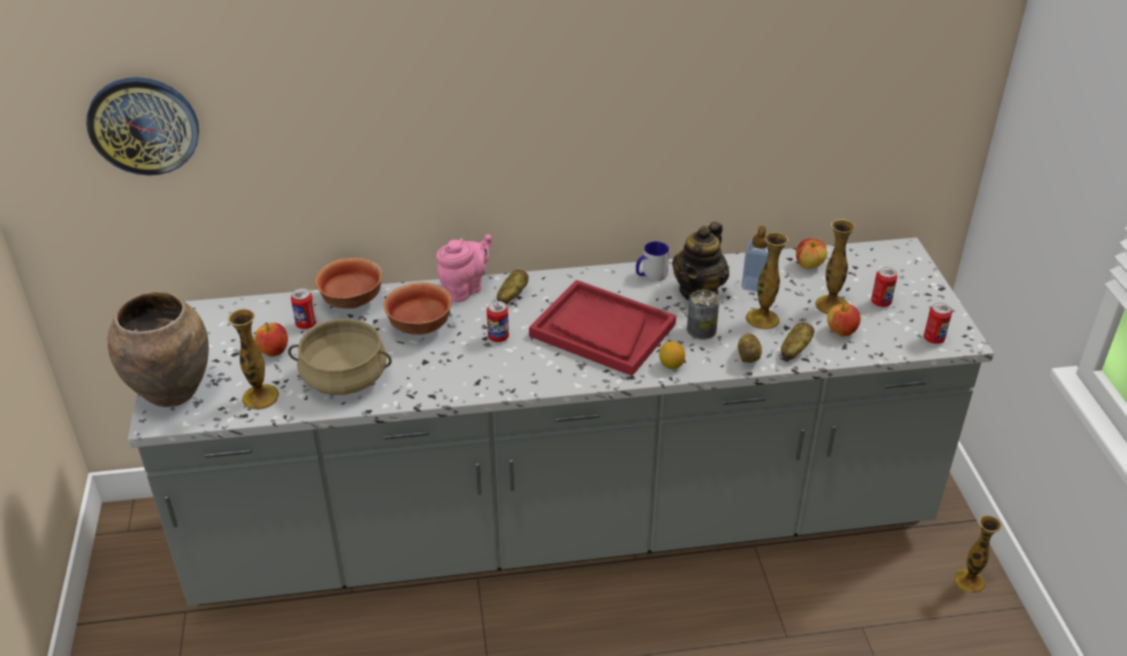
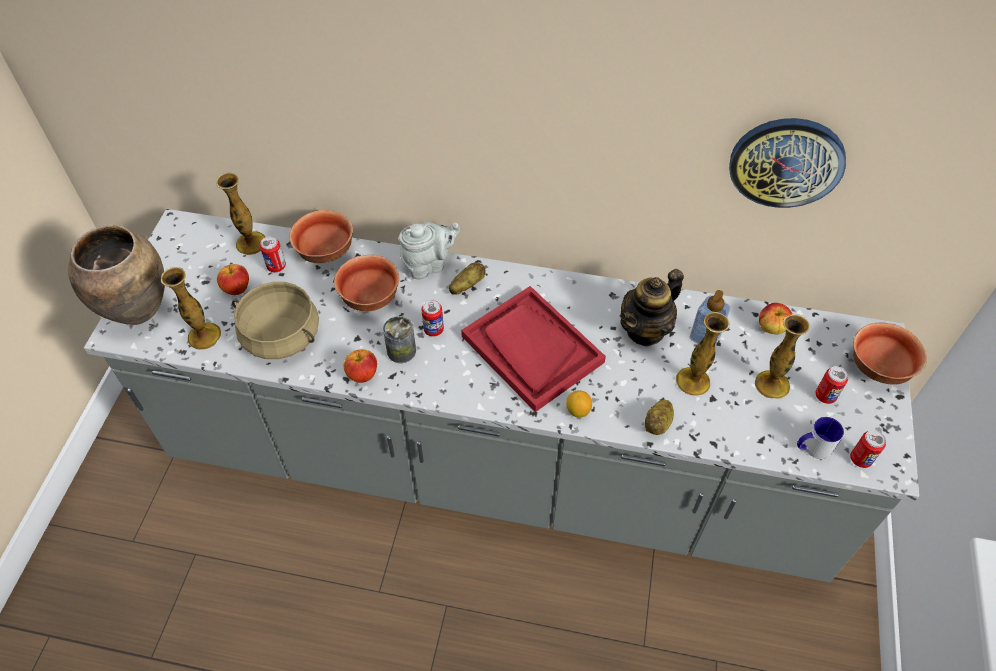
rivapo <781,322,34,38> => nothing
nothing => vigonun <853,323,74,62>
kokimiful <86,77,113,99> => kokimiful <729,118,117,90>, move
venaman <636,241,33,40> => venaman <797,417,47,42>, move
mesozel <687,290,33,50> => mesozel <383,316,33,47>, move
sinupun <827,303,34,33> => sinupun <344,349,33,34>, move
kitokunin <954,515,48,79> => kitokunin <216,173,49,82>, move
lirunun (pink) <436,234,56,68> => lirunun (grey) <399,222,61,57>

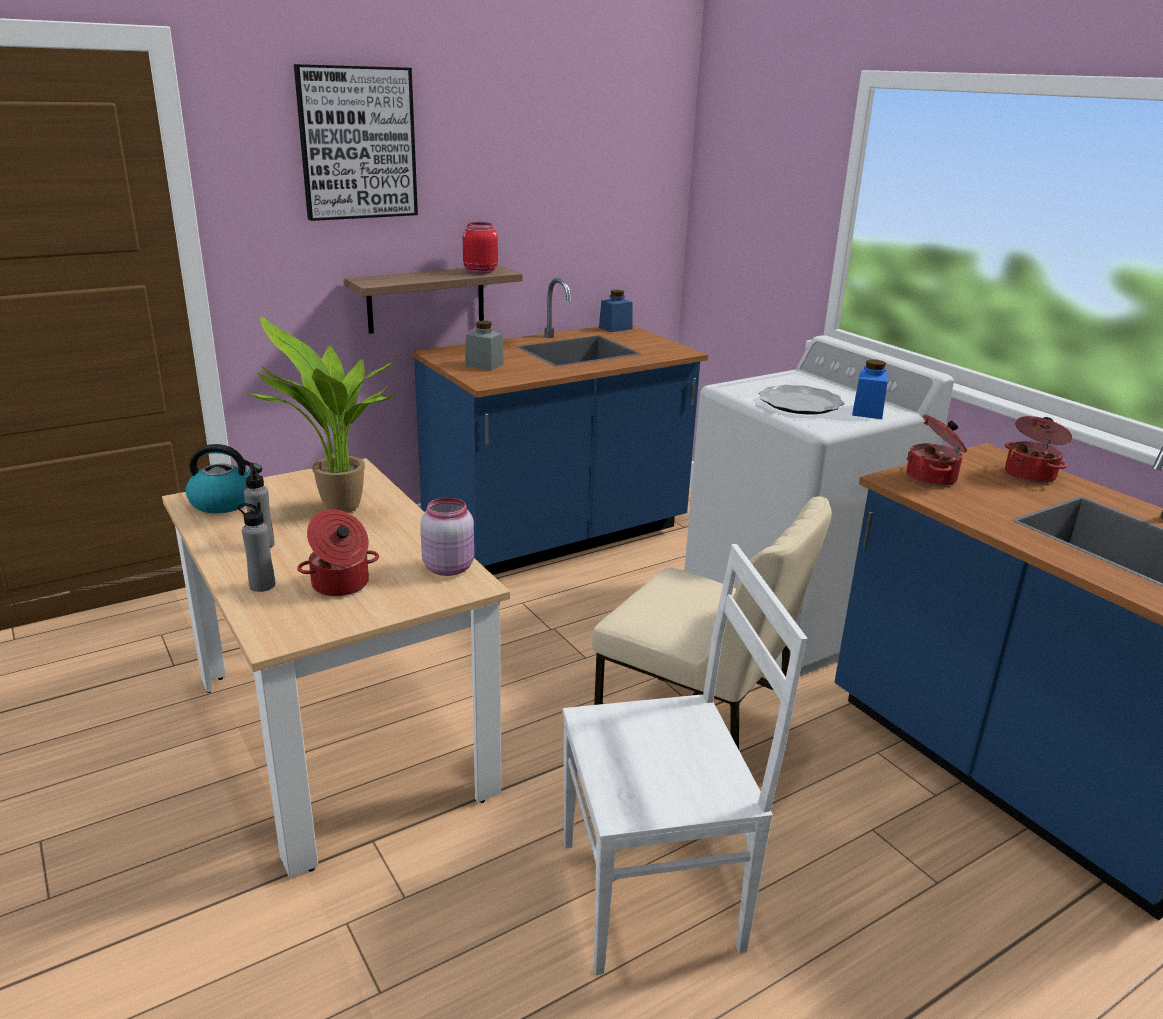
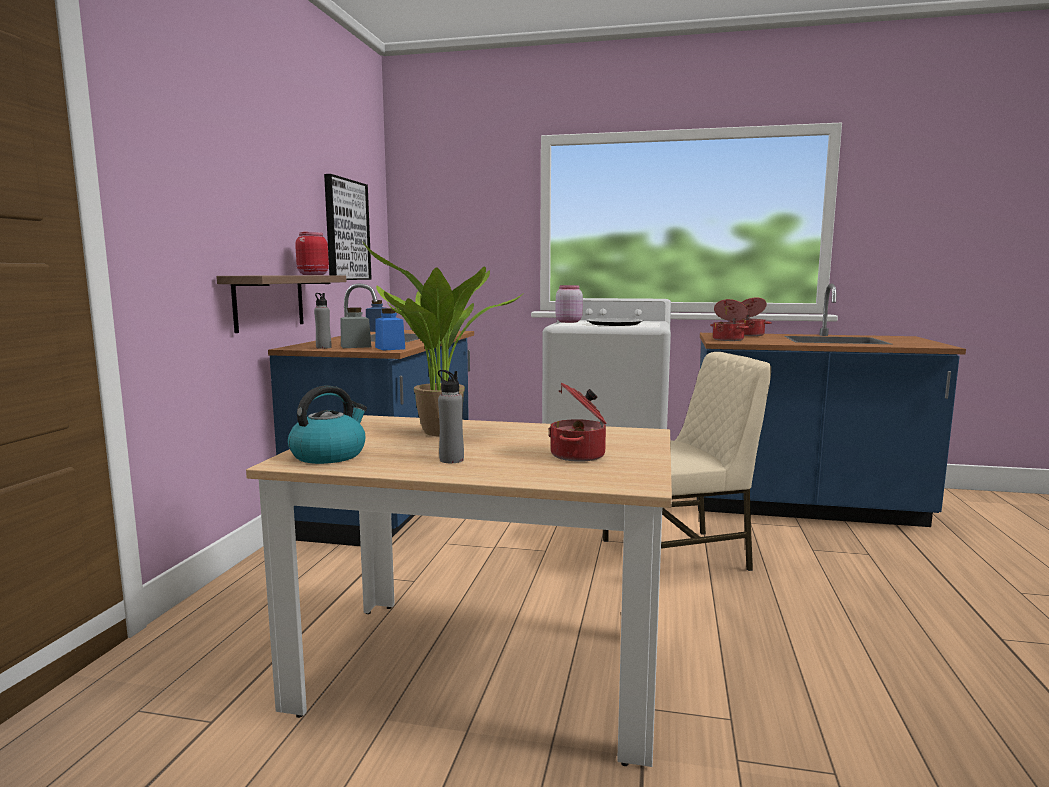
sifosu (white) <563,544,244,431> => nothing
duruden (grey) <238,502,37,90> => duruden (grey) <314,293,17,56>, move
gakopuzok <294,64,124,157> => gakopuzok <324,174,48,106>, move
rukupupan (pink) <420,497,54,79> => rukupupan (pink) <556,285,27,38>, move
rukupupan (blue) <852,360,36,59> => rukupupan (blue) <375,308,30,43>, move

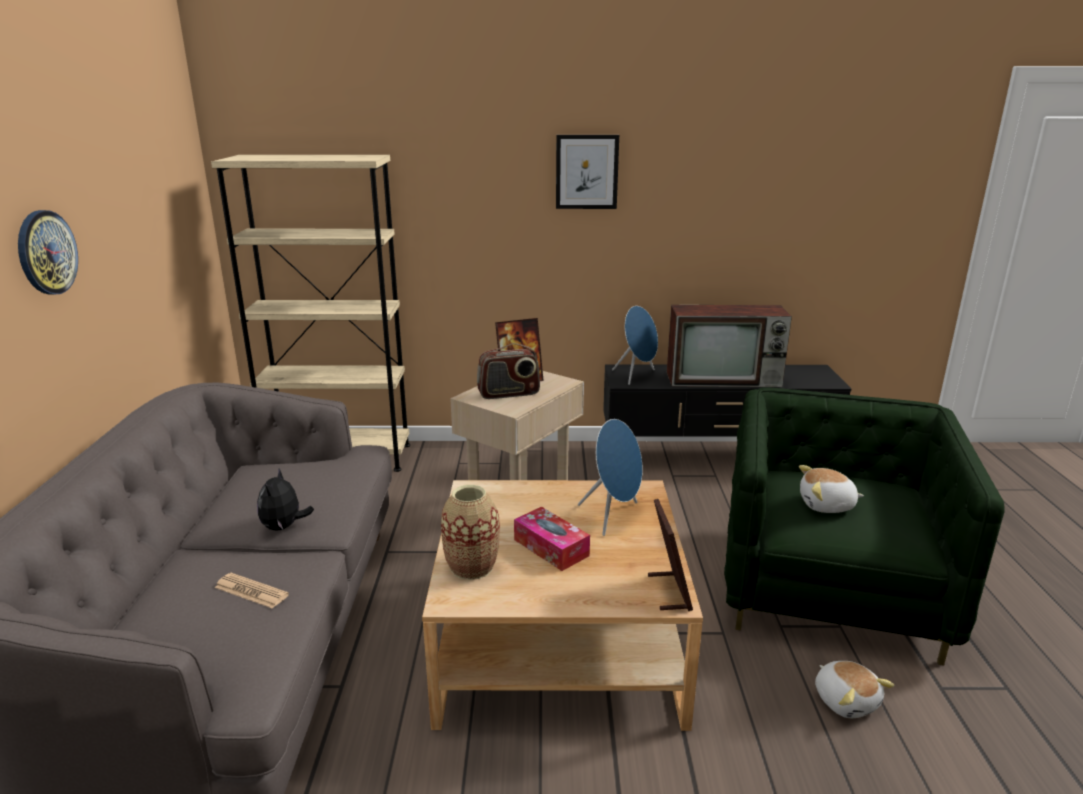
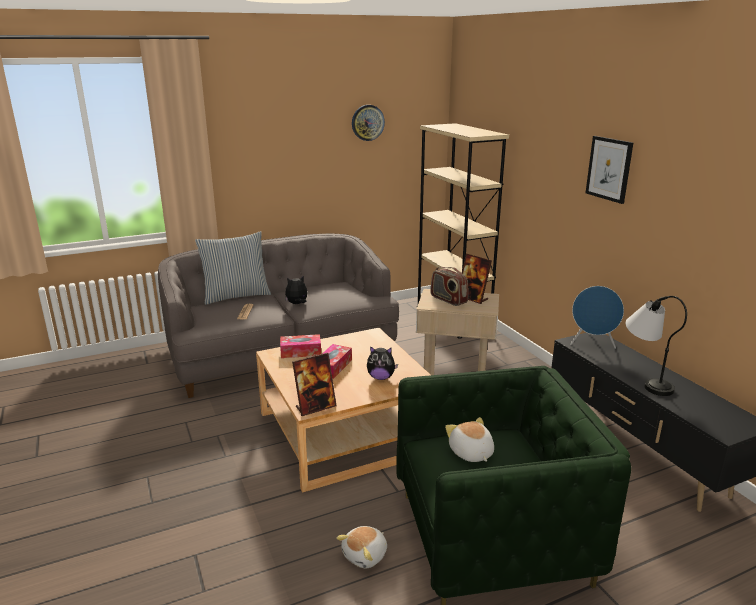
nothing => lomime <195,231,76,74>
kokimiful <18,210,60,85> => kokimiful <352,105,33,36>, move
kitokunin <441,485,59,95> => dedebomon <280,334,41,24>
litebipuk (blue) <578,419,65,117> => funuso <367,346,31,34>
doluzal <667,305,125,82> => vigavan <626,296,61,100>

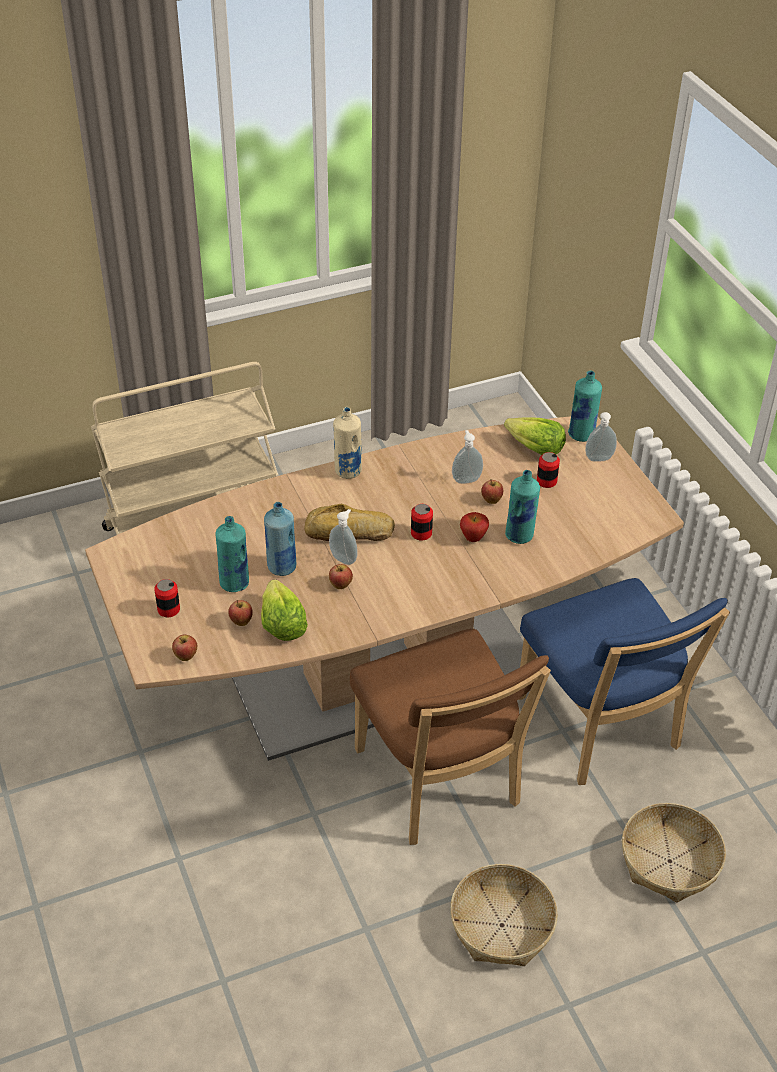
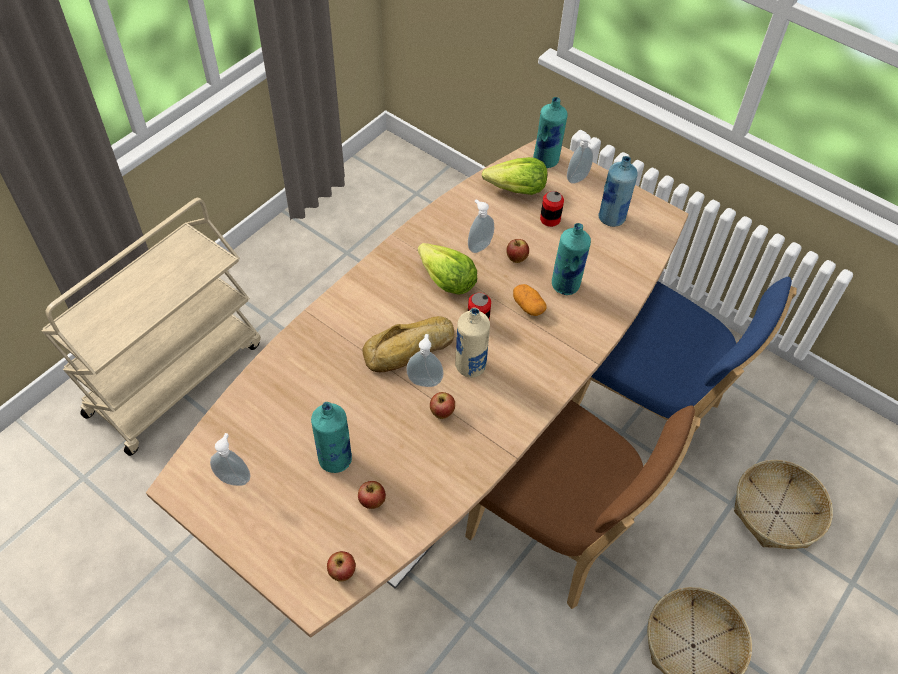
mesozel <154,579,26,38> => nothing
nothing => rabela <210,433,41,53>
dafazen <261,579,47,62> => dafazen <418,243,59,52>, move
duruden (blue) <264,502,32,74> => duruden (blue) <598,156,40,71>, move
duruden (beige) <333,407,29,72> => duruden (beige) <455,307,35,70>, move
sinupun <460,512,29,30> => rivapo <513,284,34,32>

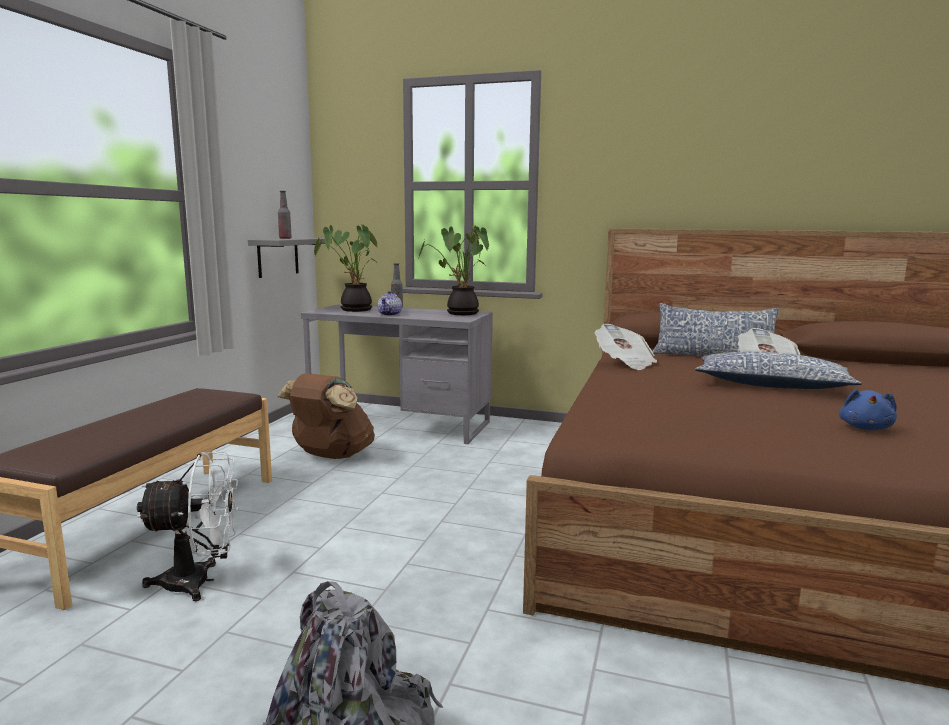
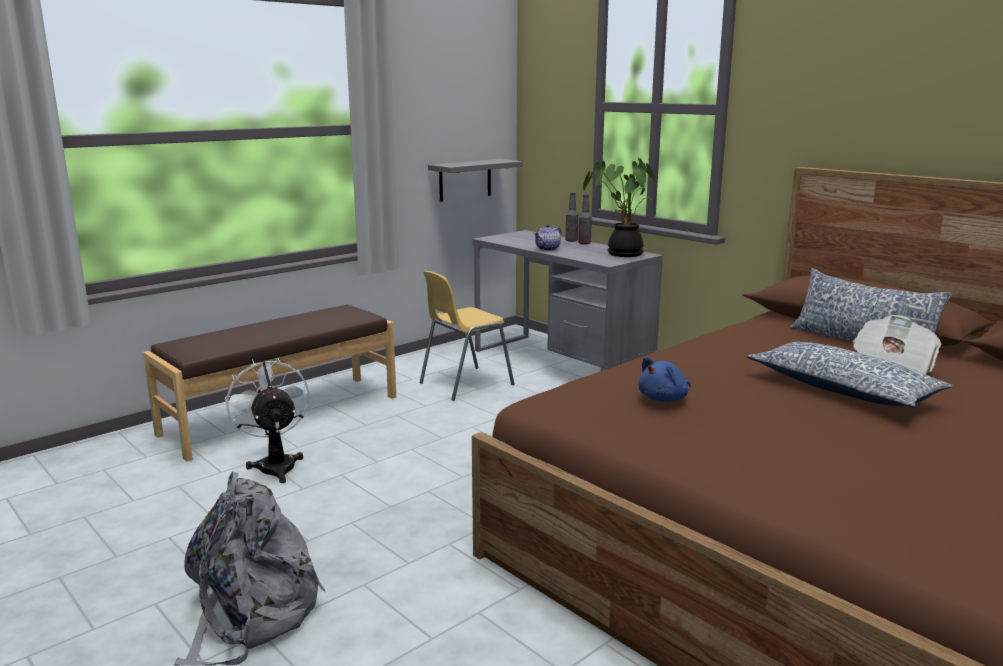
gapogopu <314,224,64,88> => nothing
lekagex <595,324,62,46> => nothing
duruden <278,191,14,48> => duruden <578,194,14,50>, move
funuso (blue) <839,389,58,41> => funuso (blue) <638,357,53,45>, move
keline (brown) <278,373,97,86> => sifosu (yellow) <420,271,94,130>
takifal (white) <136,452,102,149> => takifal (white) <225,358,84,125>, 135 degrees counterclockwise

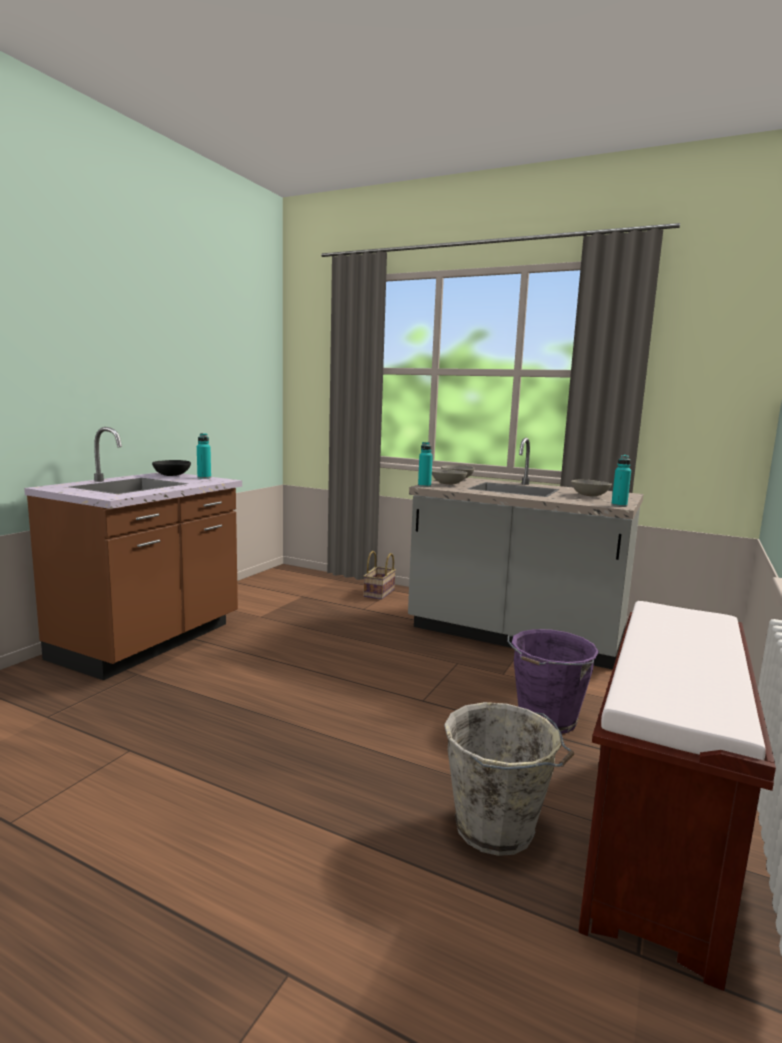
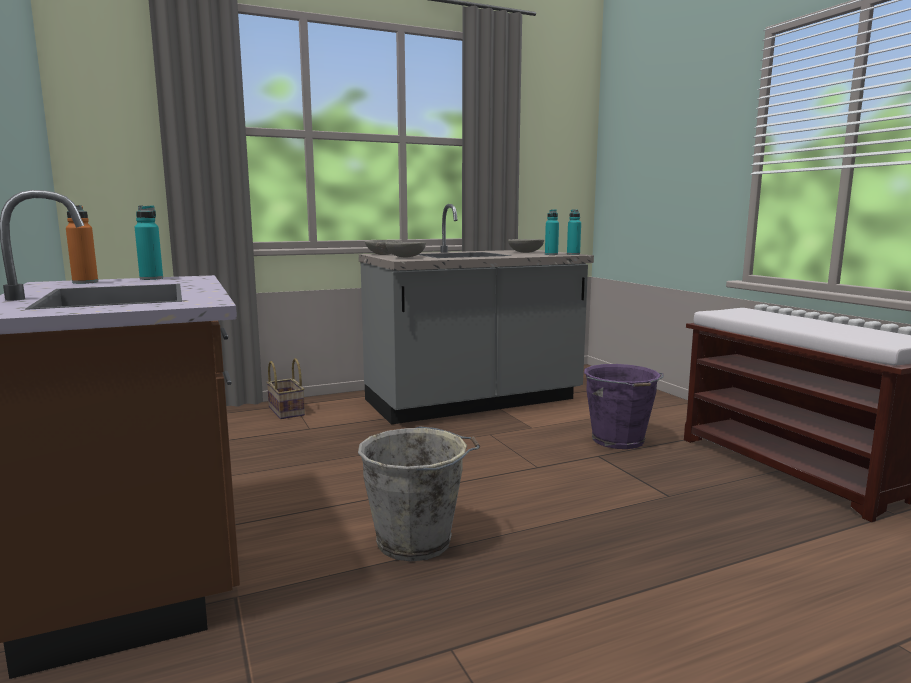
duruden (turquoise) <418,442,15,45> => duruden (turquoise) <545,209,14,46>, move
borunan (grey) <444,702,131,154> => borunan (grey) <358,426,122,135>, move
vigonun (black) <152,460,39,16> => duruden (orange) <66,205,32,79>

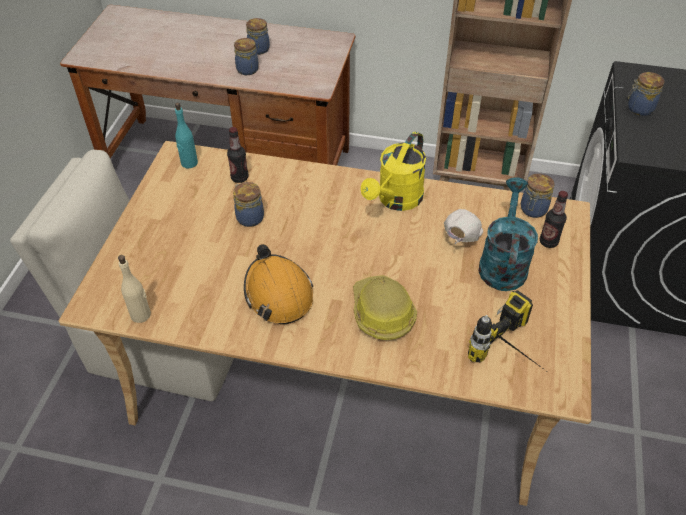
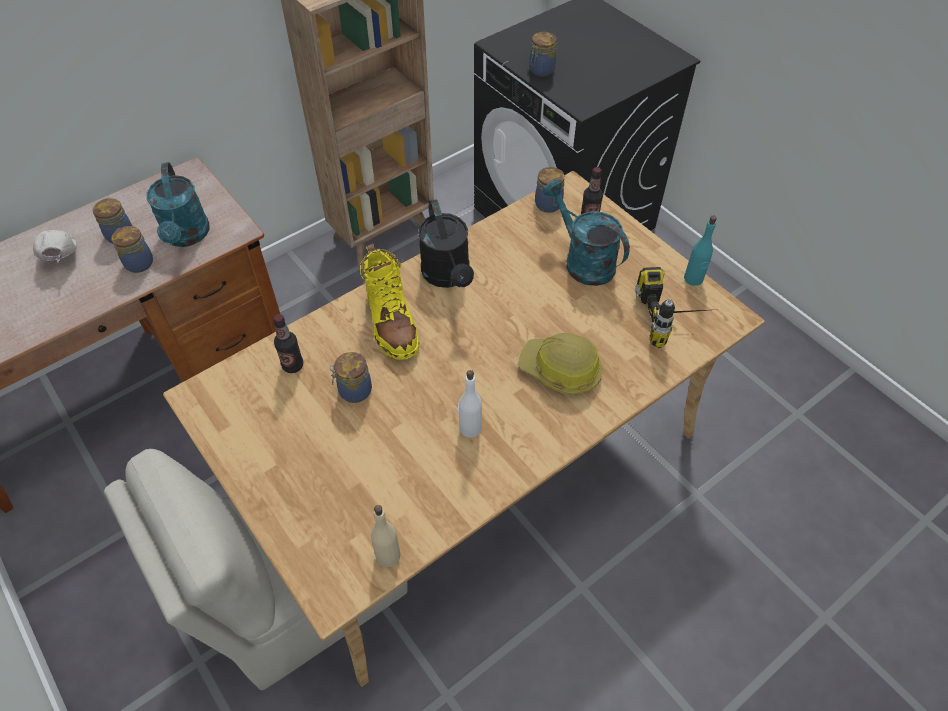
nothing => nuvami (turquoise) <147,162,63,85>
nothing => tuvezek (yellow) <360,243,60,117>
duruden (turquoise) <175,102,23,66> => duruden (turquoise) <684,215,33,71>, move
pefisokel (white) <444,209,39,36> => pefisokel (white) <33,230,44,33>, move
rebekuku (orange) <244,244,69,81> => duruden (white) <458,370,24,68>
nuvami (yellow) <361,132,65,79> => nuvami (black) <418,199,56,89>

